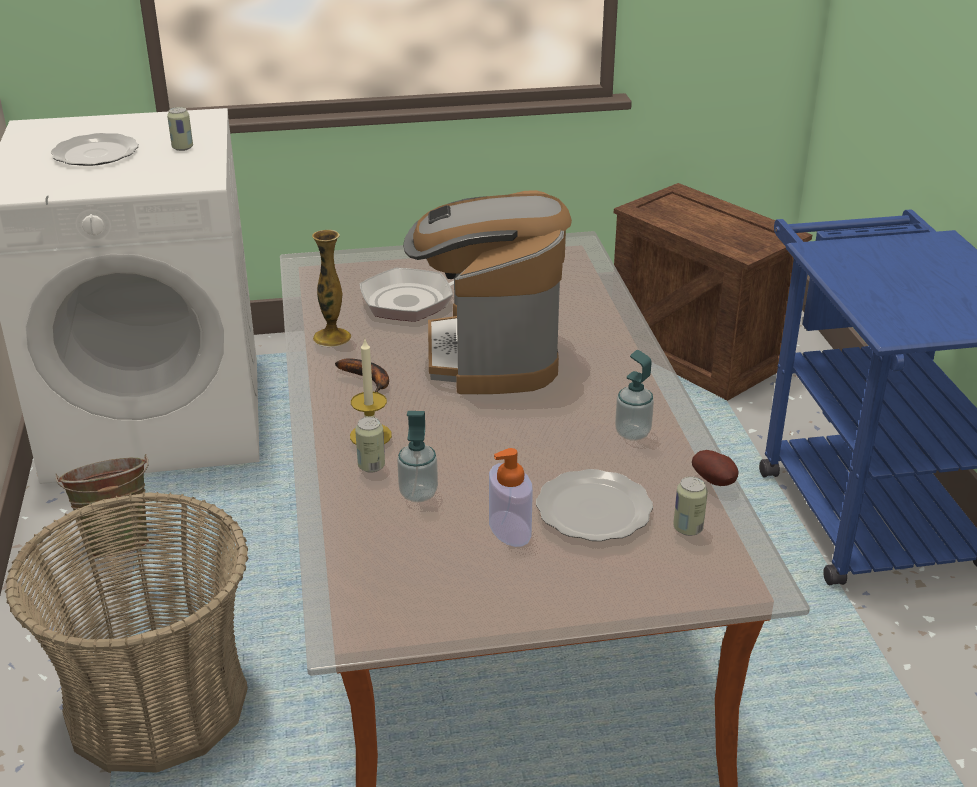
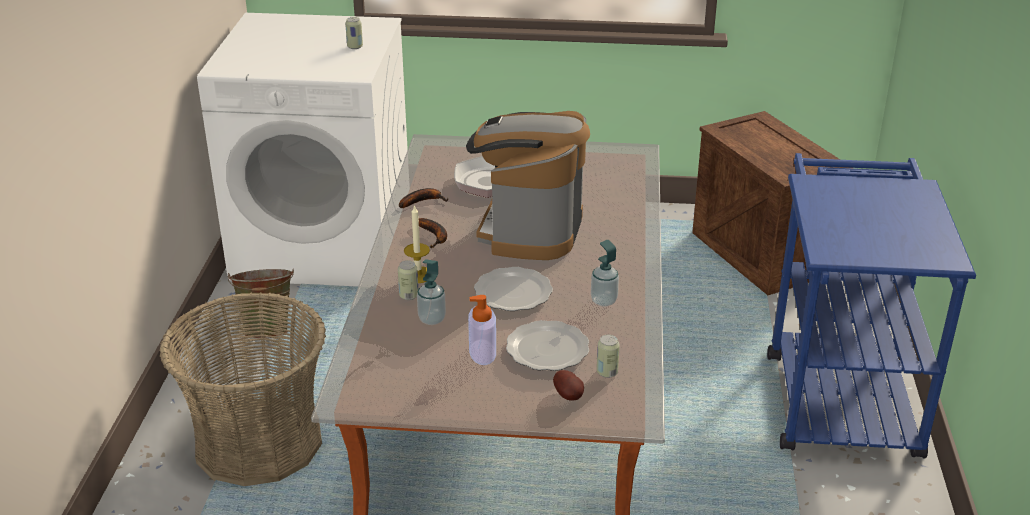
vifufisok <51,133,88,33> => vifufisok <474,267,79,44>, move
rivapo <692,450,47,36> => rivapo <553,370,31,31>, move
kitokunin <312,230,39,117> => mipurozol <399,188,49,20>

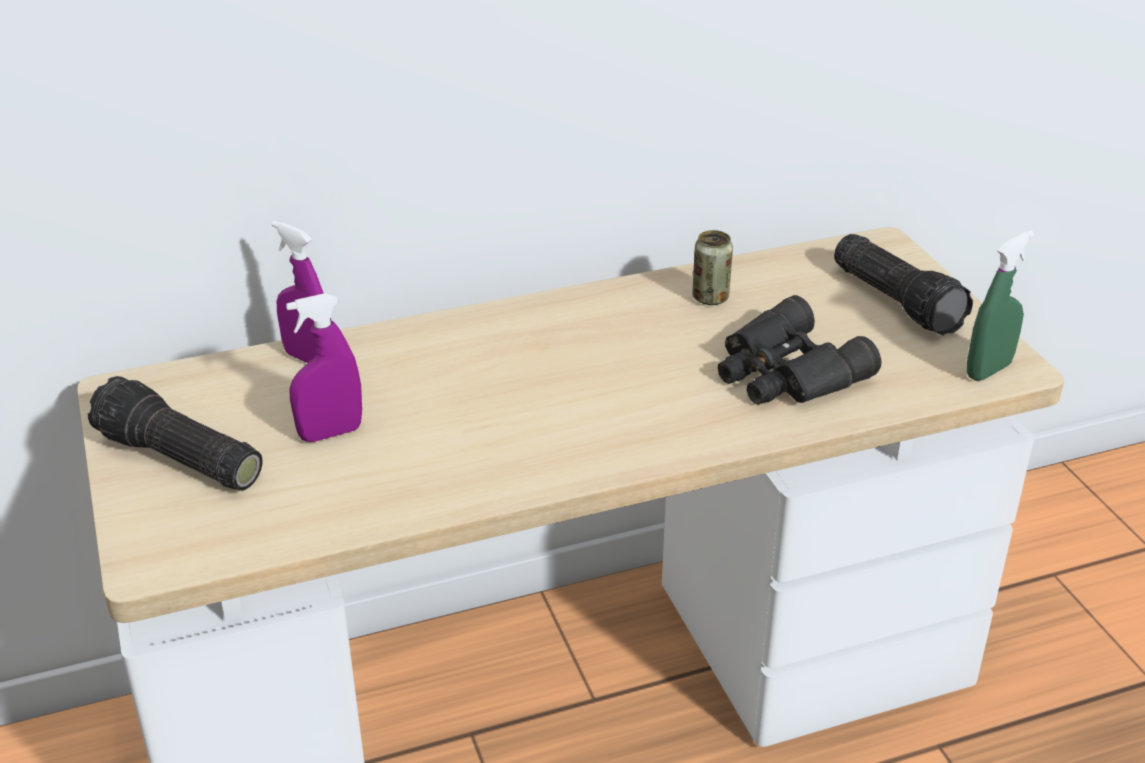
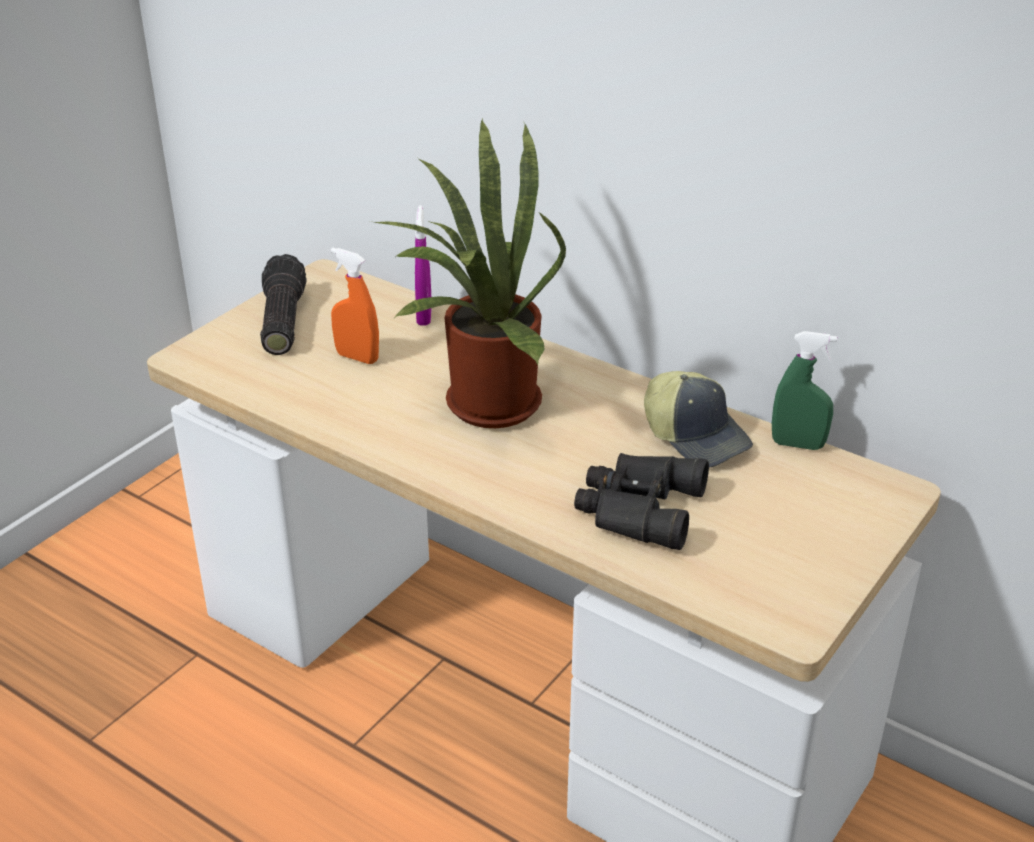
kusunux <834,234,139,101> => nothing
nothing => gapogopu <370,119,196,309>
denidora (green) <967,230,67,151> => denidora (green) <772,331,65,119>, move
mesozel <692,230,41,75> => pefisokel <644,371,109,97>
denidora (purple) <286,293,76,149> => denidora (orange) <331,247,48,117>

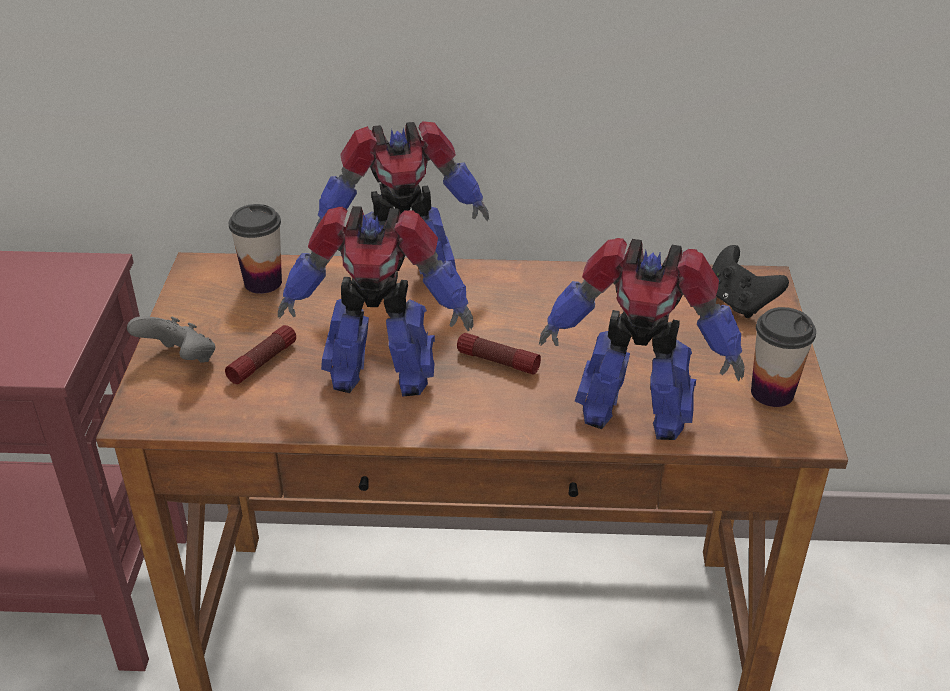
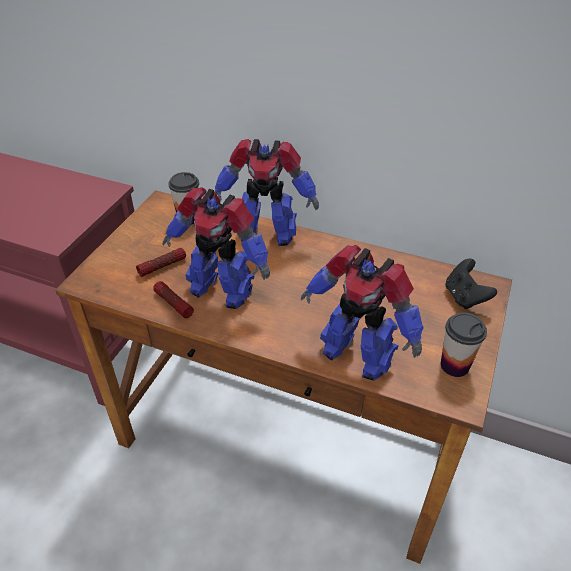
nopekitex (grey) <127,316,88,47> => nothing
kusunux <457,333,84,42> => kusunux <153,281,41,37>, move

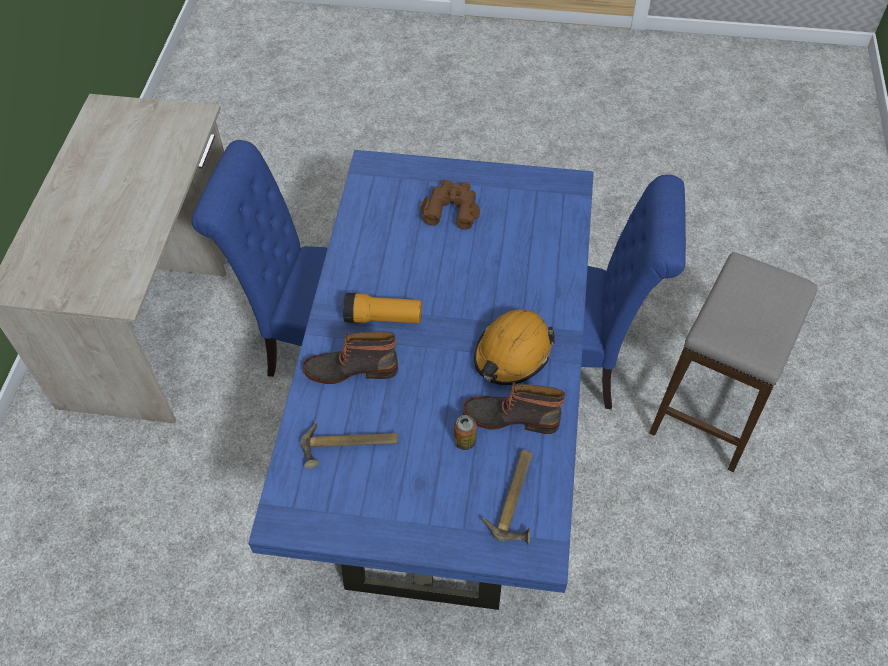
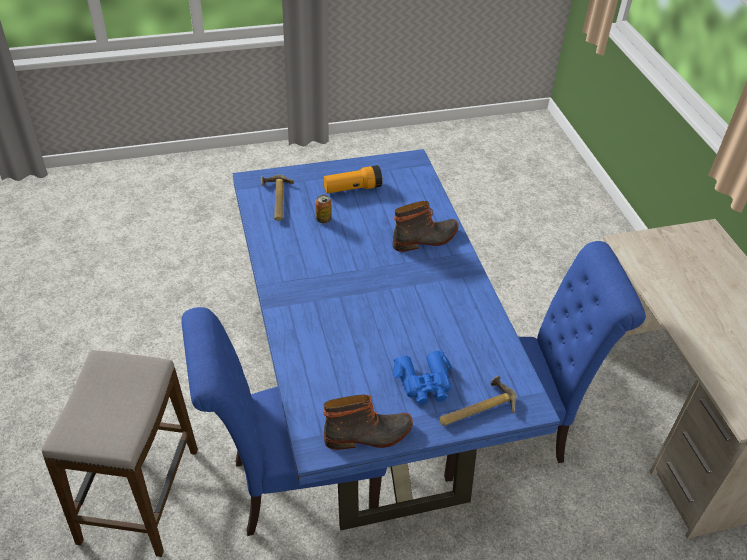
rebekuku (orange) <474,309,81,76> => nothing
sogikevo <301,422,97,47> => sogikevo <439,376,78,50>, move
kusunux <343,293,79,31> => kusunux <323,165,60,28>, move
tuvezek <463,382,102,52> => tuvezek <323,394,90,56>, move
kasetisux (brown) <420,180,60,50> => kasetisux (blue) <393,351,59,54>

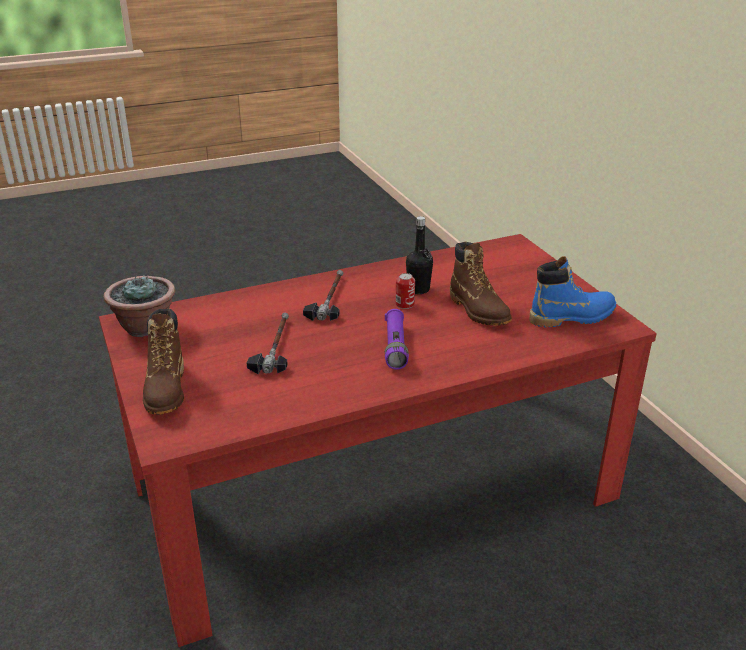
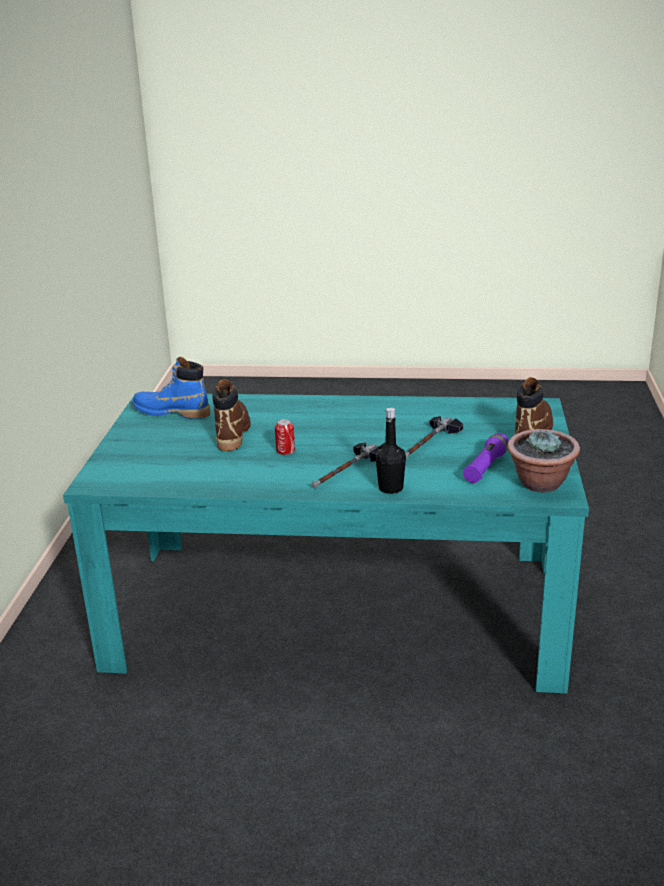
kusunux (purple) <385,309,24,61> => kusunux (purple) <463,433,46,50>, move
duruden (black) <406,216,27,78> => duruden (black) <376,408,30,86>, move
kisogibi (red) <99,234,558,413> => kisogibi (turquoise) <63,393,526,300>

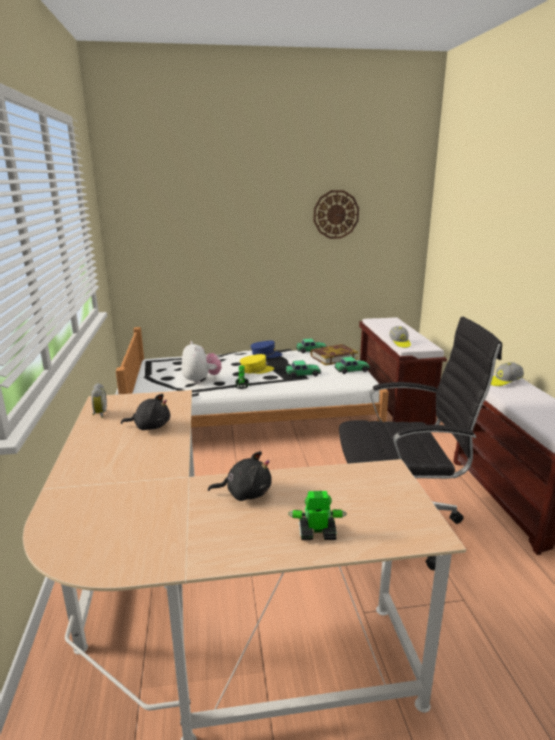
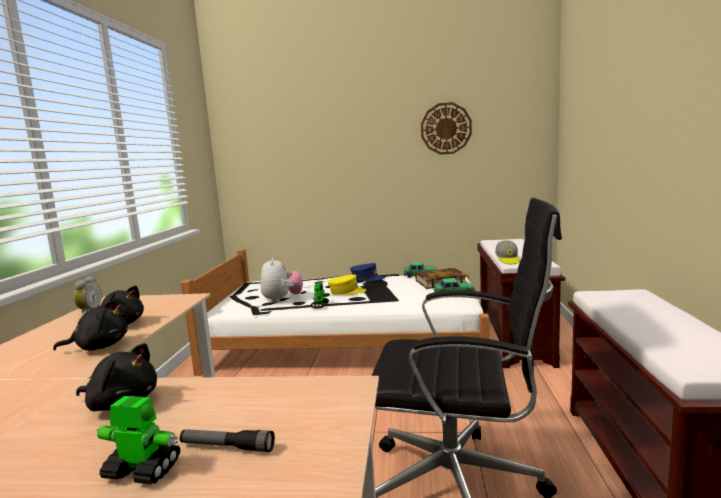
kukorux <285,360,36,18> => nothing
pefisokel <491,362,33,24> => nothing
nothing => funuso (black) <53,300,75,51>
nothing => kusunux <180,429,95,23>

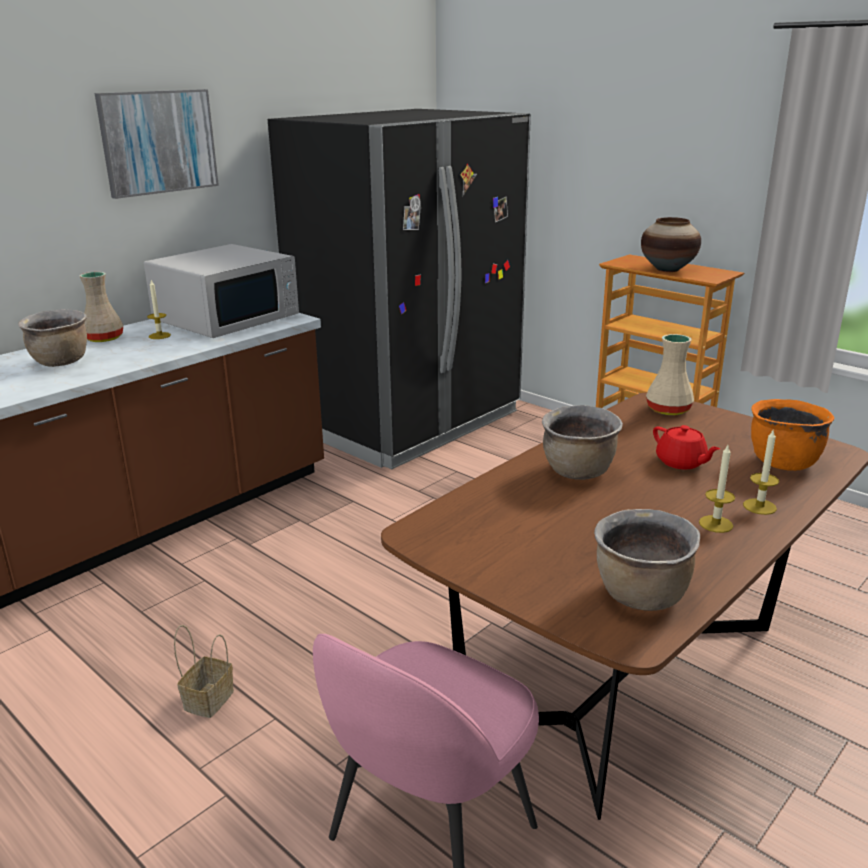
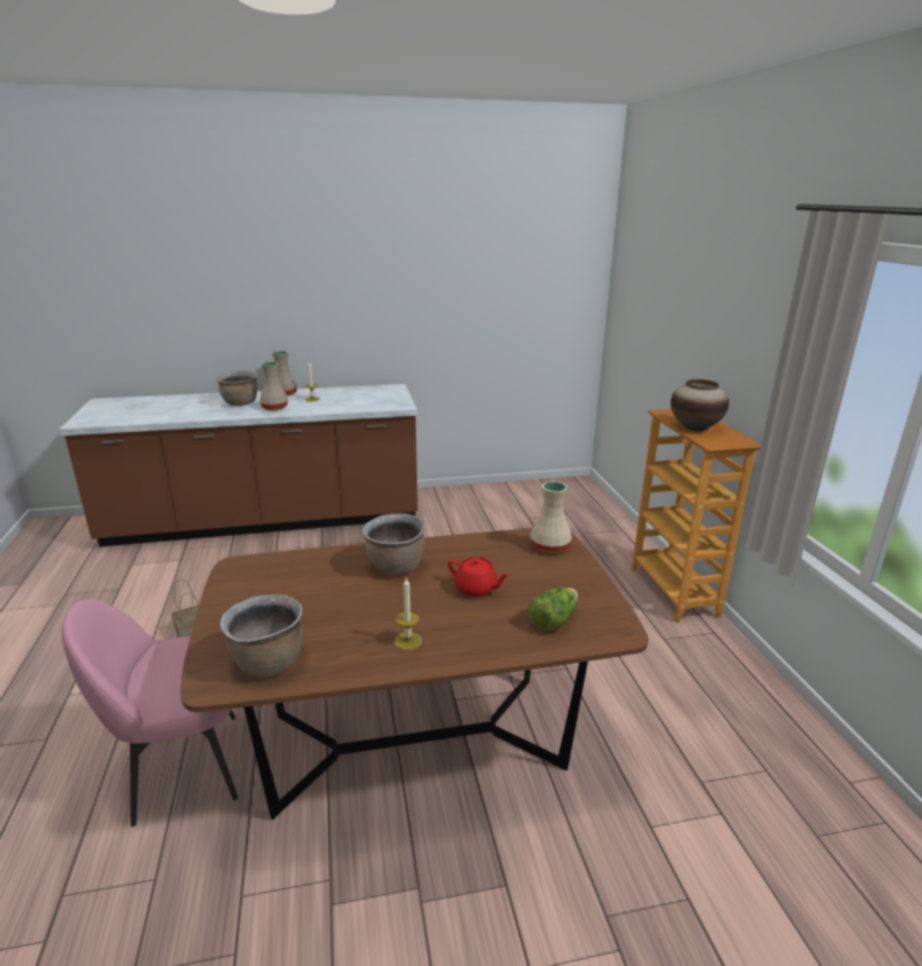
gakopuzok <95,89,124,110> => nothing
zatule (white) <144,244,155,94> => nothing
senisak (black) <268,109,263,360> => nothing
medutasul <743,430,36,85> => nothing
nothing => kitokunin (beige) <260,362,28,49>
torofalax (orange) <751,399,84,72> => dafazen <529,588,49,43>
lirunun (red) <653,425,67,44> => lirunun (red) <448,557,62,40>, 60 degrees counterclockwise

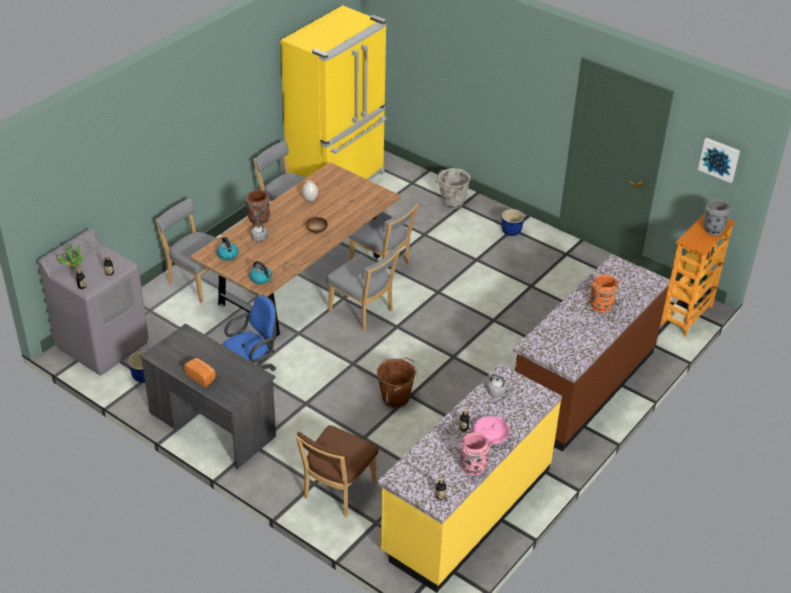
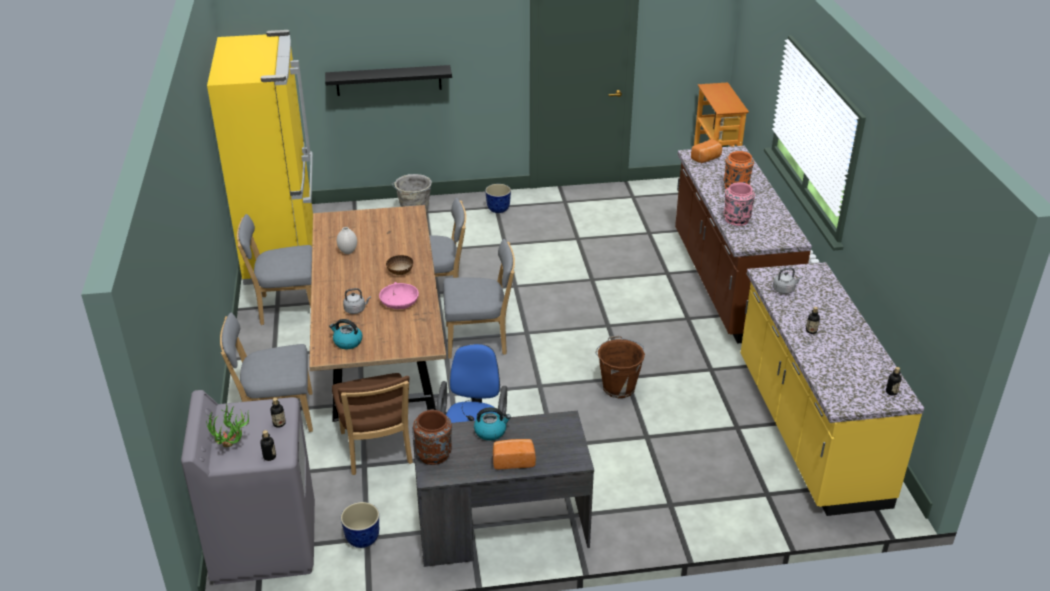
gakopuzok <698,138,42,45> => nothing
kitokunin (grey) <703,199,28,36> => nothing
nothing => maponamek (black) <325,65,127,31>
nothing => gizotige <691,139,31,24>
kitokunin (brown) <246,190,24,35> => kitokunin (brown) <413,410,39,55>, move
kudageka <249,261,23,23> => kudageka <474,407,37,34>, move
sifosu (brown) <296,425,83,92> => sifosu (brown) <332,373,81,102>, move
kitokunin (pink) <460,432,30,44> => kitokunin (pink) <724,182,31,44>, move
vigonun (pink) <473,416,37,29> => vigonun (pink) <379,282,40,27>, move

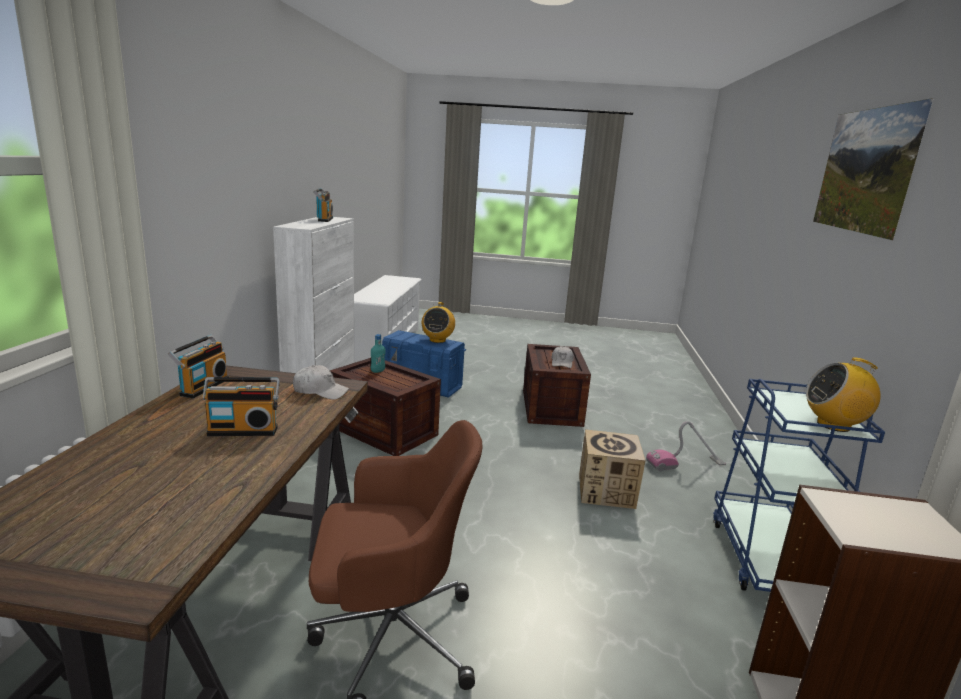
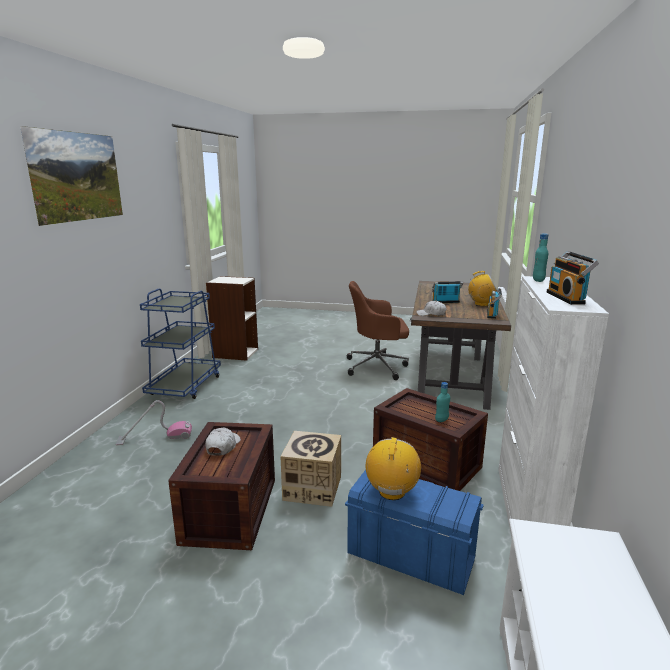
nothing => duruden (turquoise) <533,233,15,49>
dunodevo <579,429,67,80> => dunodevo <280,431,61,76>, move
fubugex <806,357,74,75> => fubugex <468,271,29,35>, move

